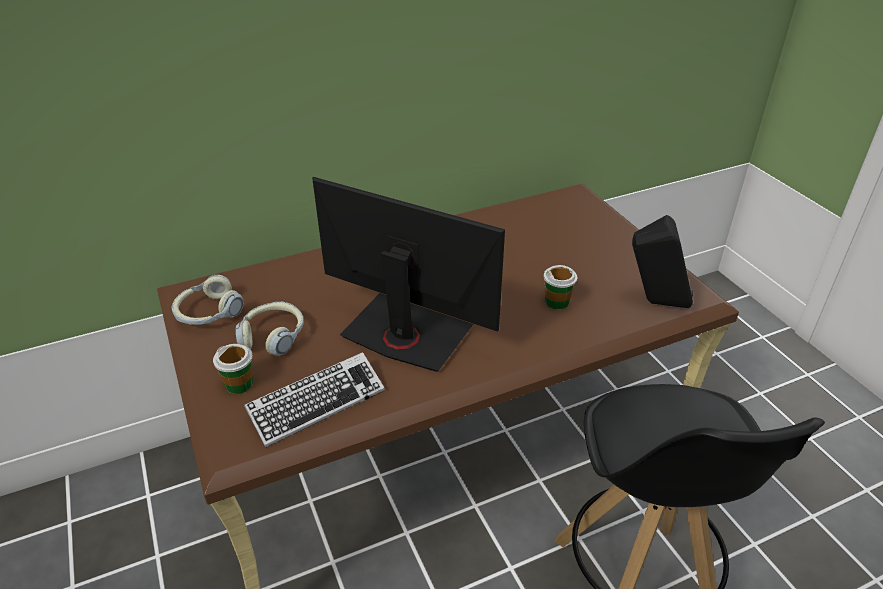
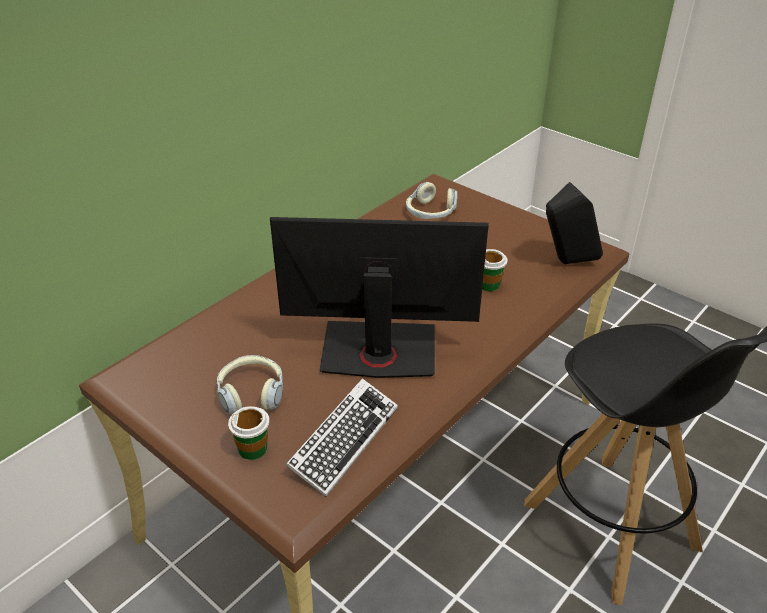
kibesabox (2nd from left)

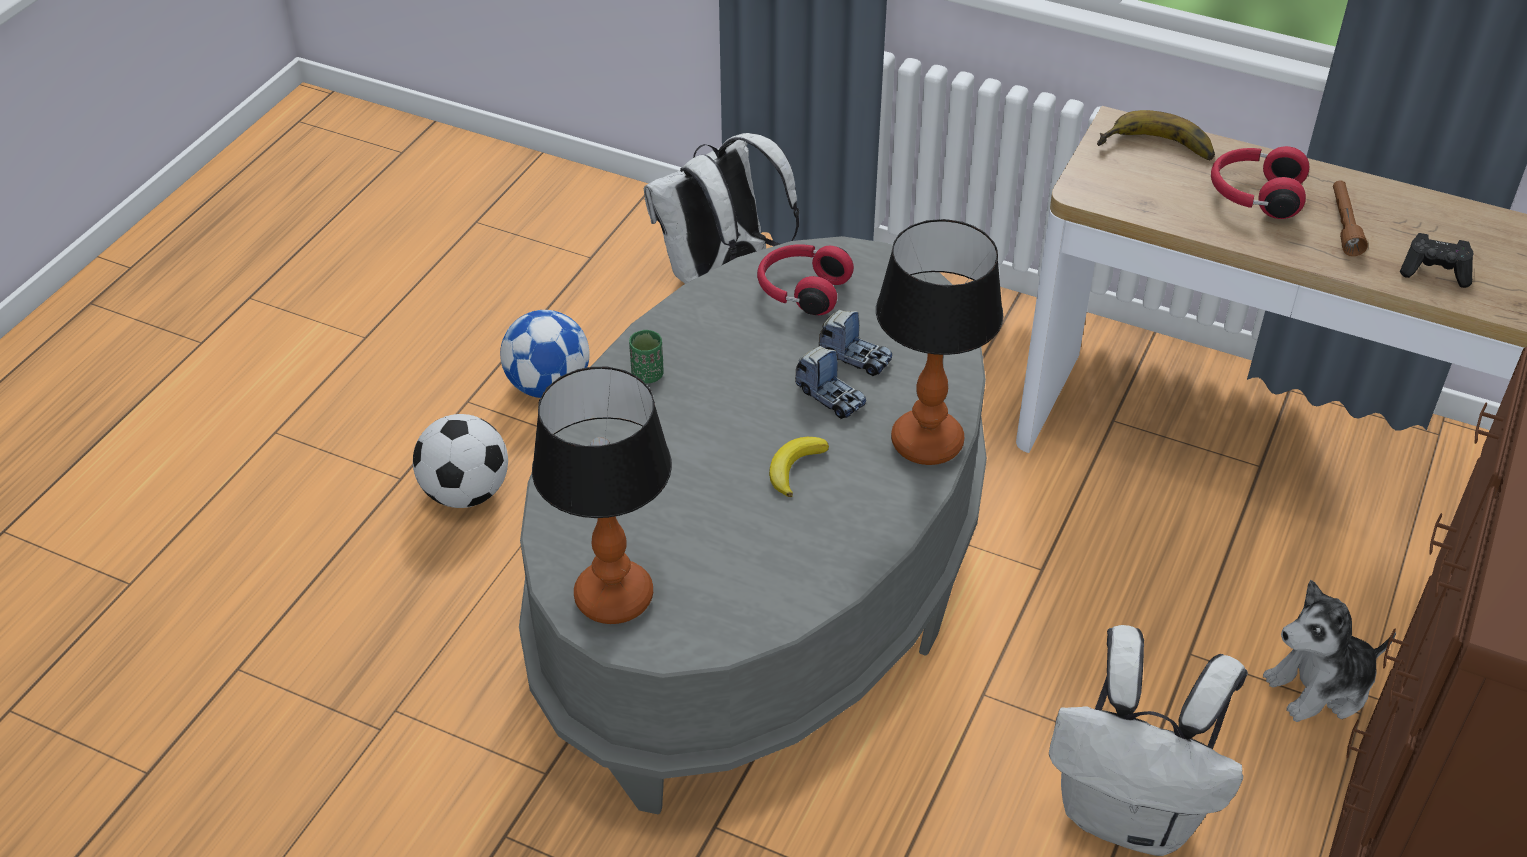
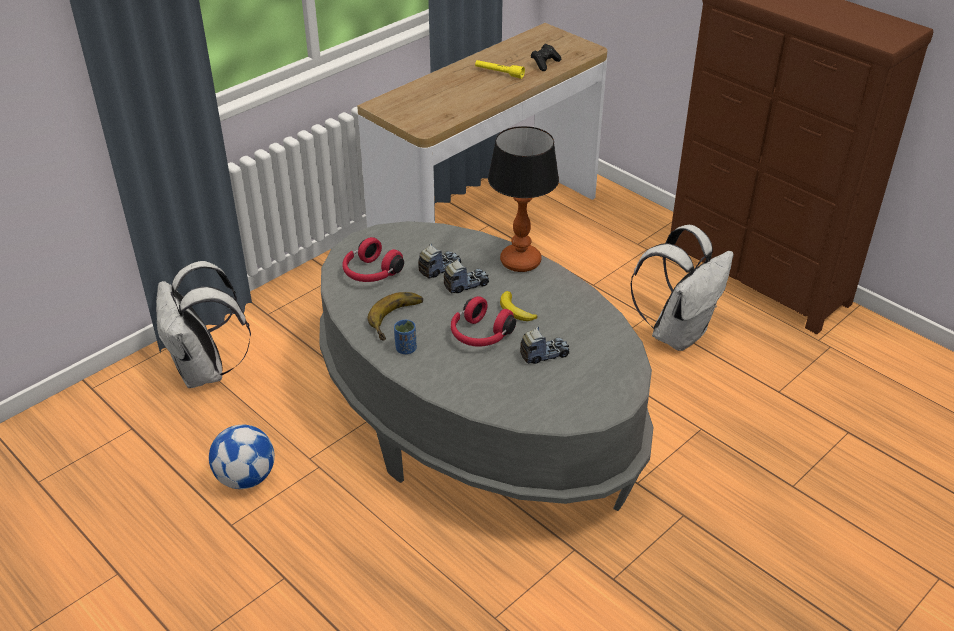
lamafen (1st from left in the first image)
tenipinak (1st from left in the first image)
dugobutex
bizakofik (3rd from left)
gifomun (1st from left)
kibesabox (red) (2nd from left)
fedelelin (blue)
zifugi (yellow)

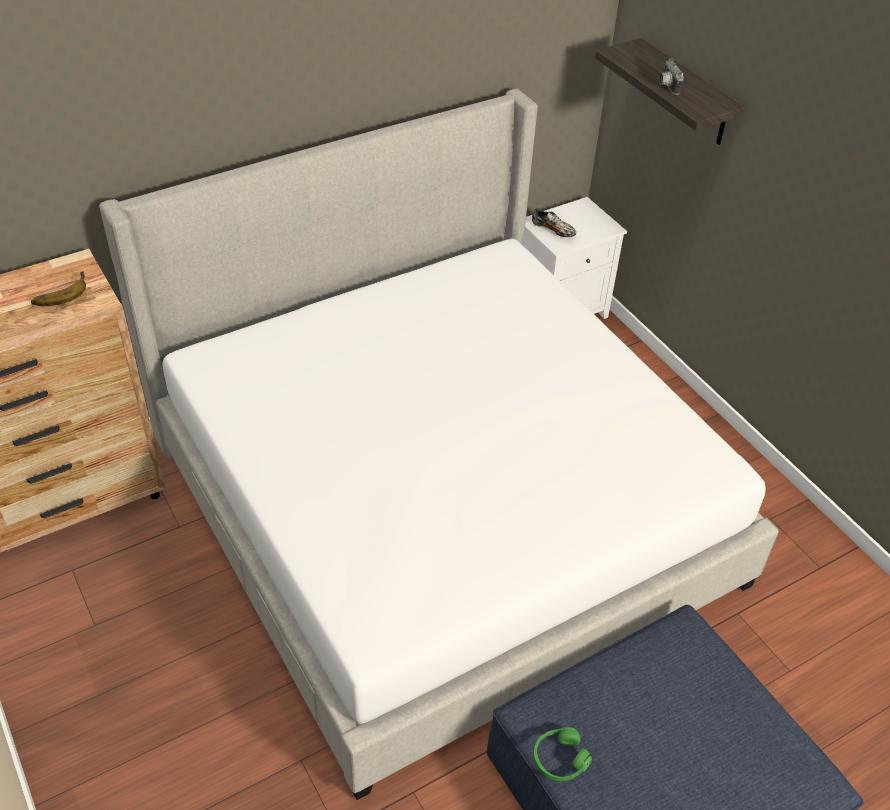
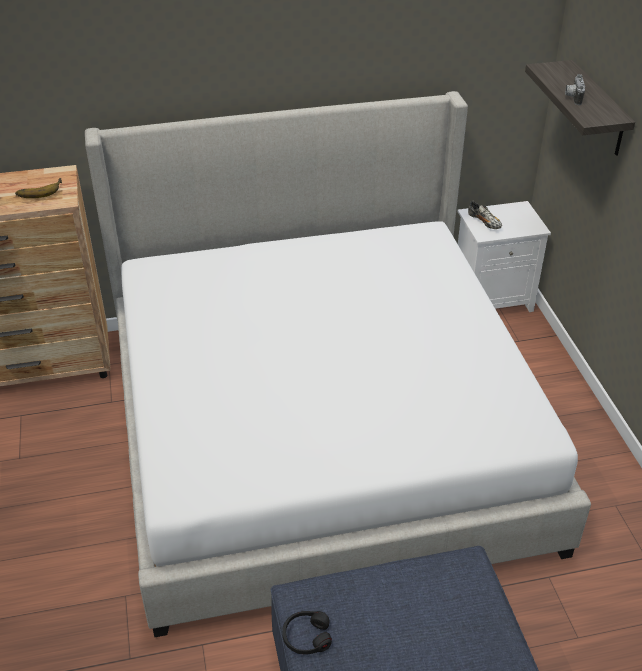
kibesabox (black)

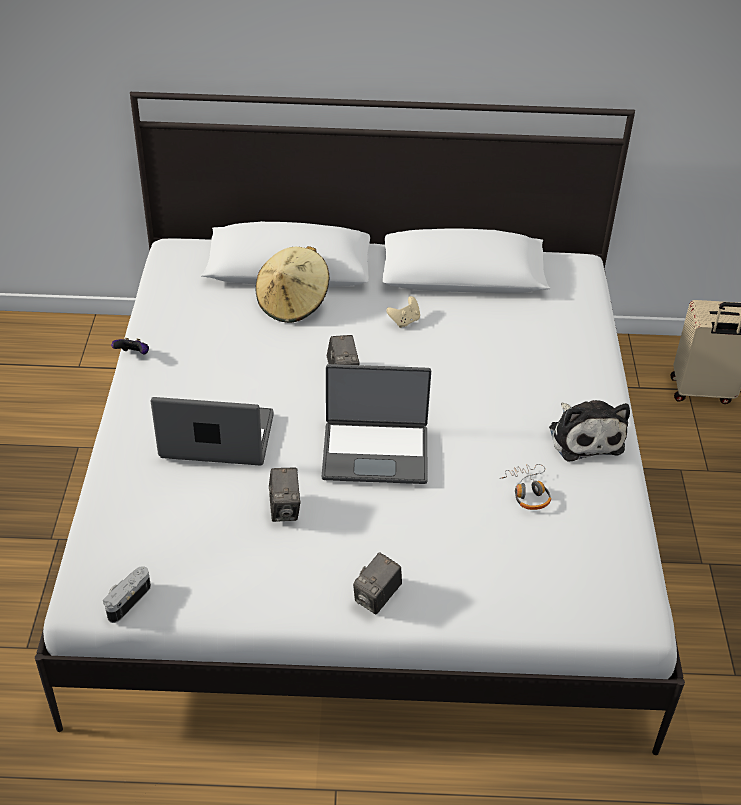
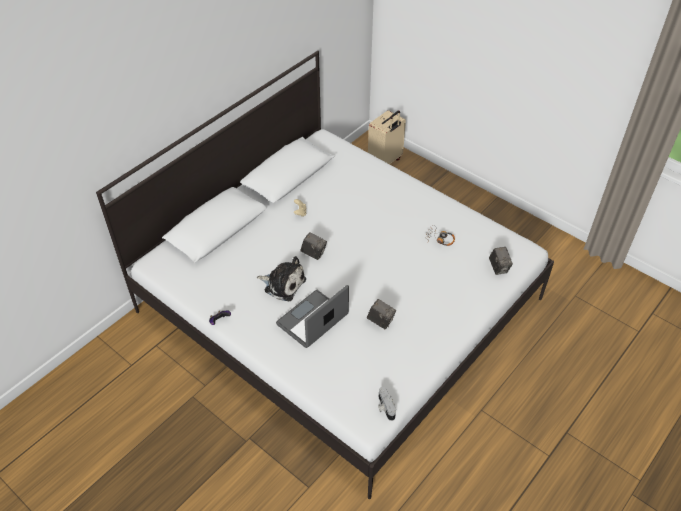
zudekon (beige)
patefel (2nd from left in the first image)
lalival (4th from left)
dugobutex

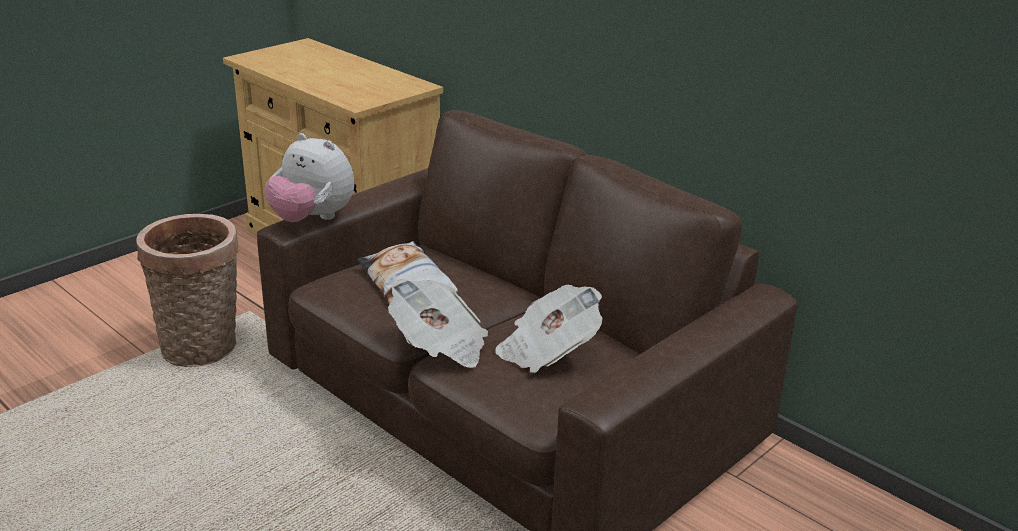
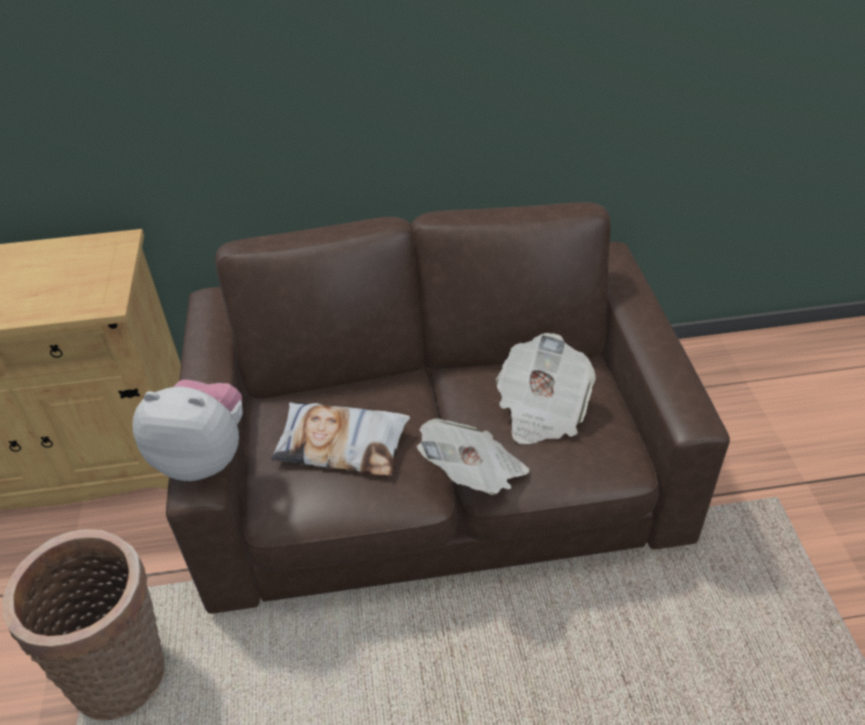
dugobutex

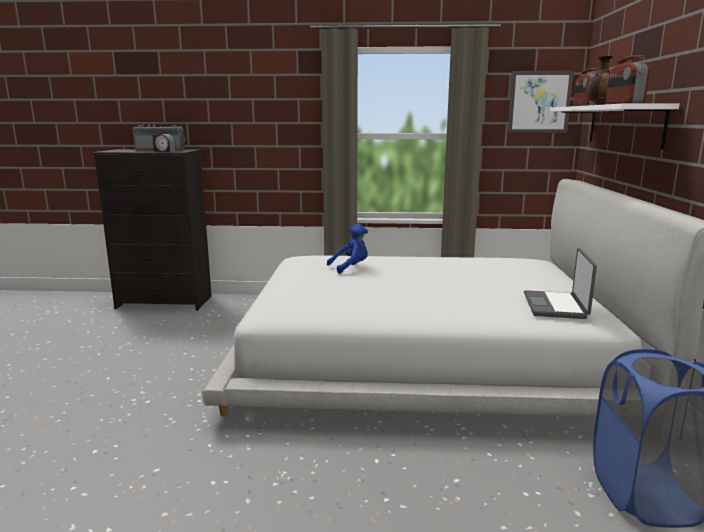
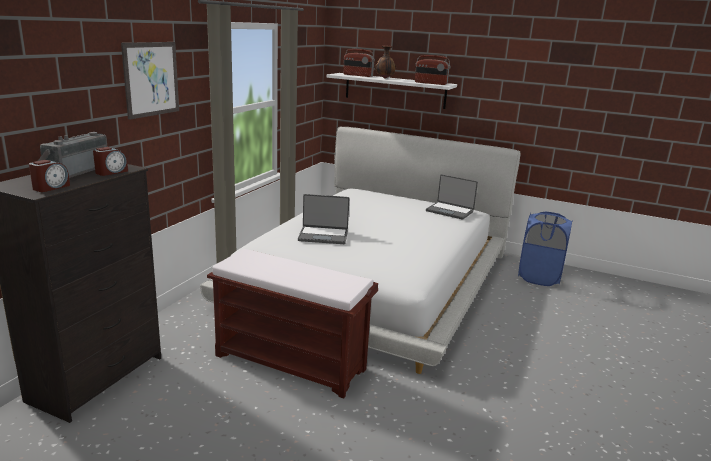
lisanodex (1st from left)
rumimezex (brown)
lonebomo
patefel (1st from left)

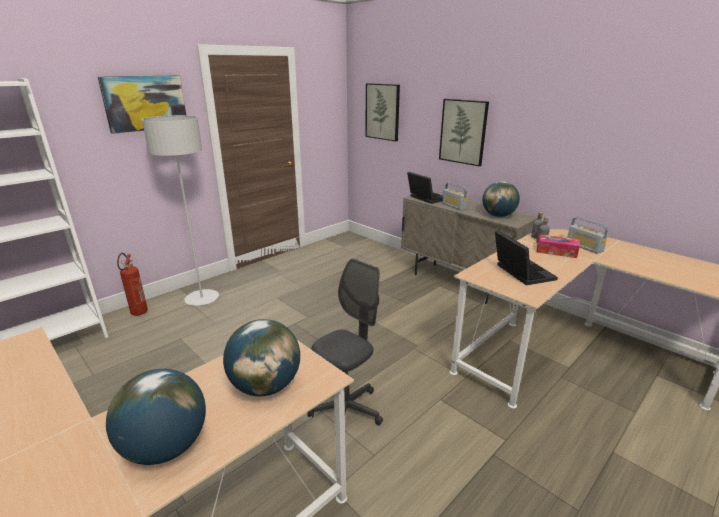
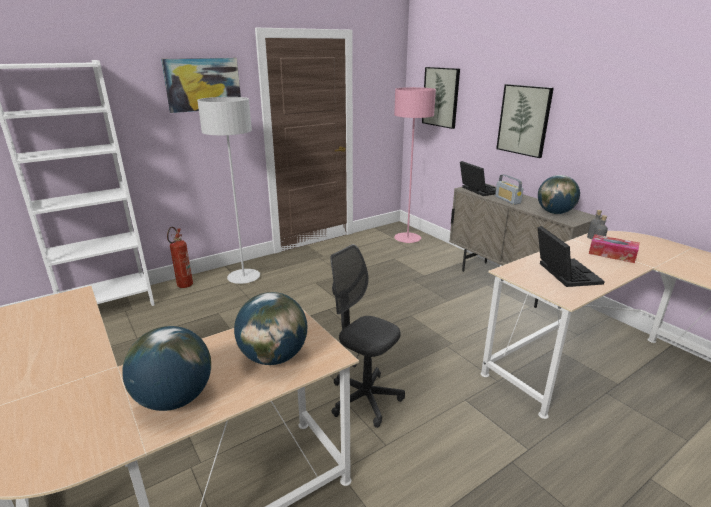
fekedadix (2nd from left in the first image)
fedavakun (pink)
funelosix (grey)

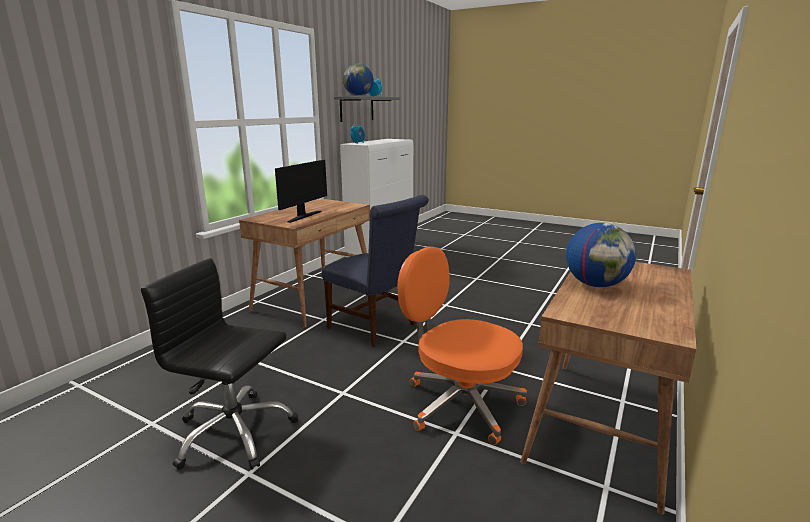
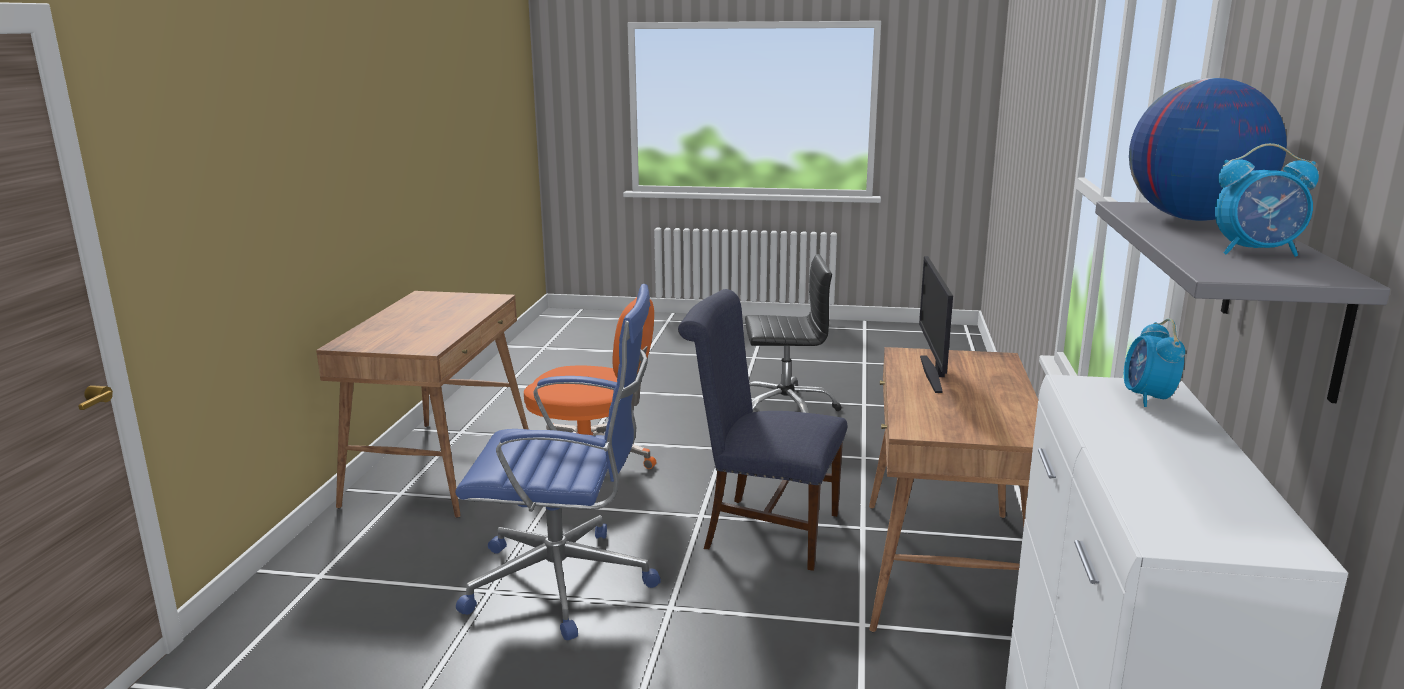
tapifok (2nd from left in the first image)
funelosix (blue)

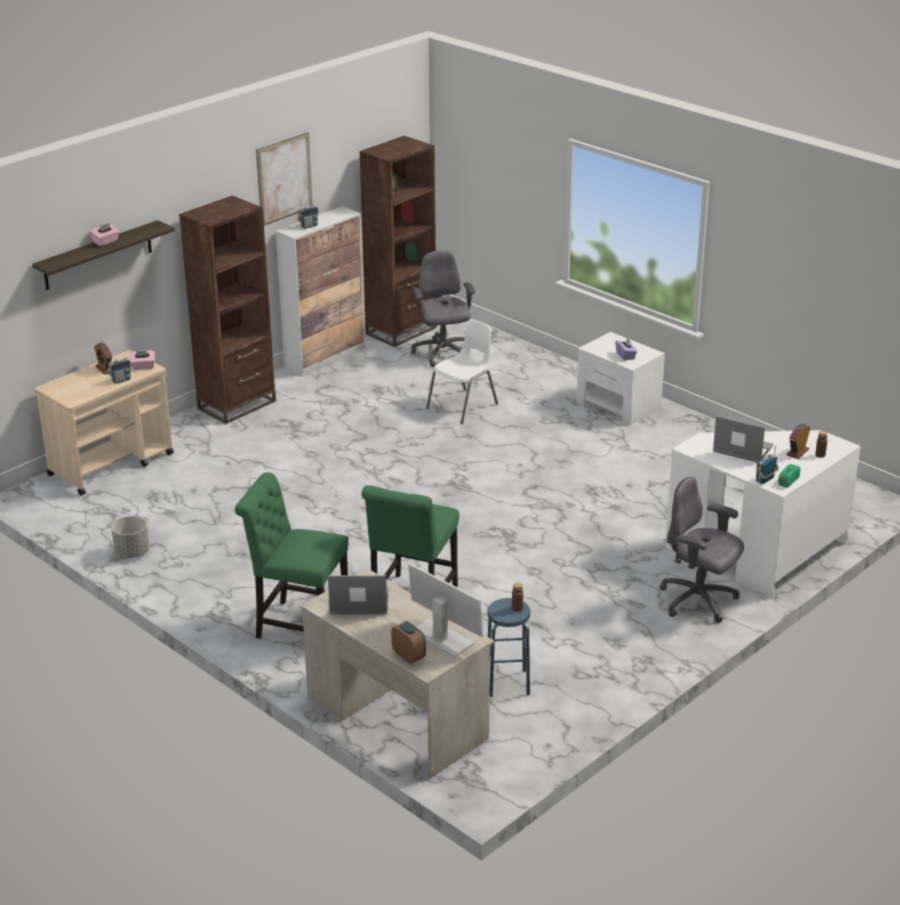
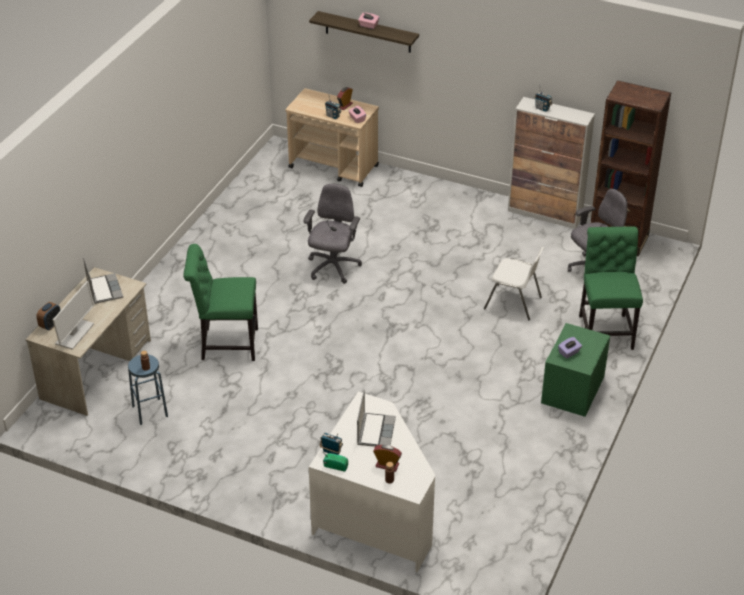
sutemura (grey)
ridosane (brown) (1st from left in the first image)
lonebomo
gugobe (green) (2nd from left)
funelosix (grey) (1st from left)
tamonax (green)

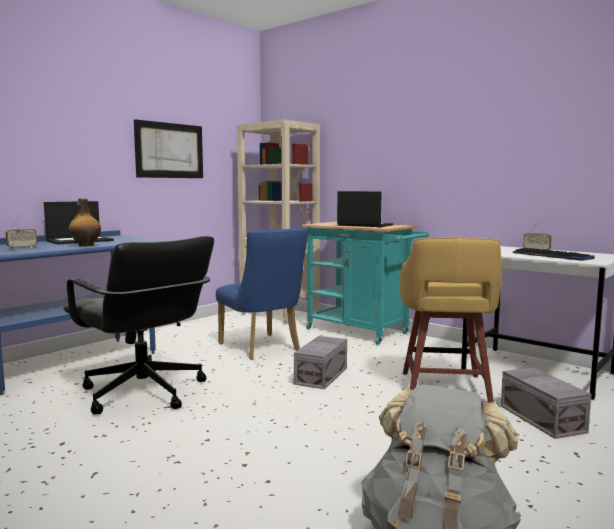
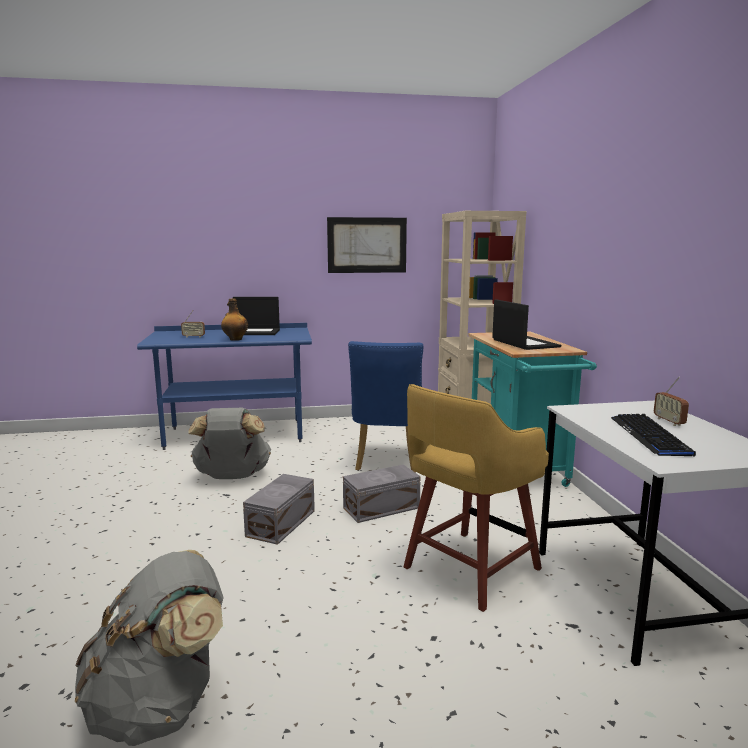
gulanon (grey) (1st from left)
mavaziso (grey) (2nd from left)

